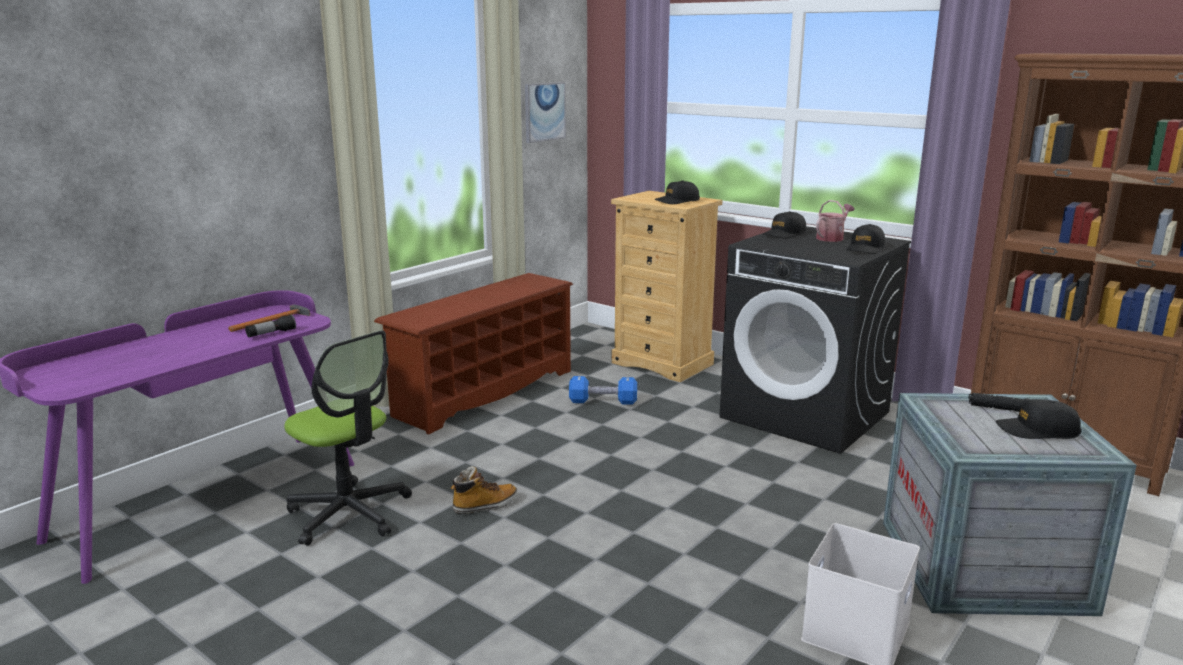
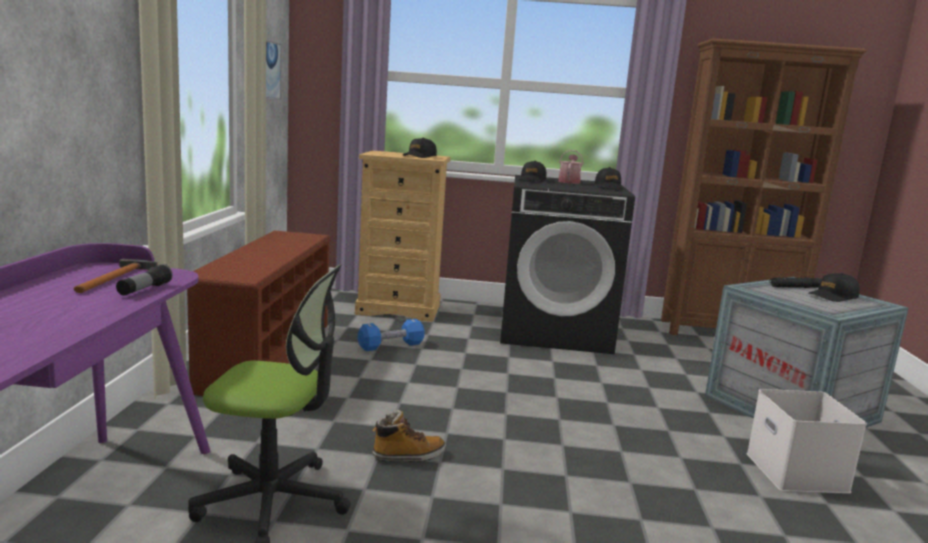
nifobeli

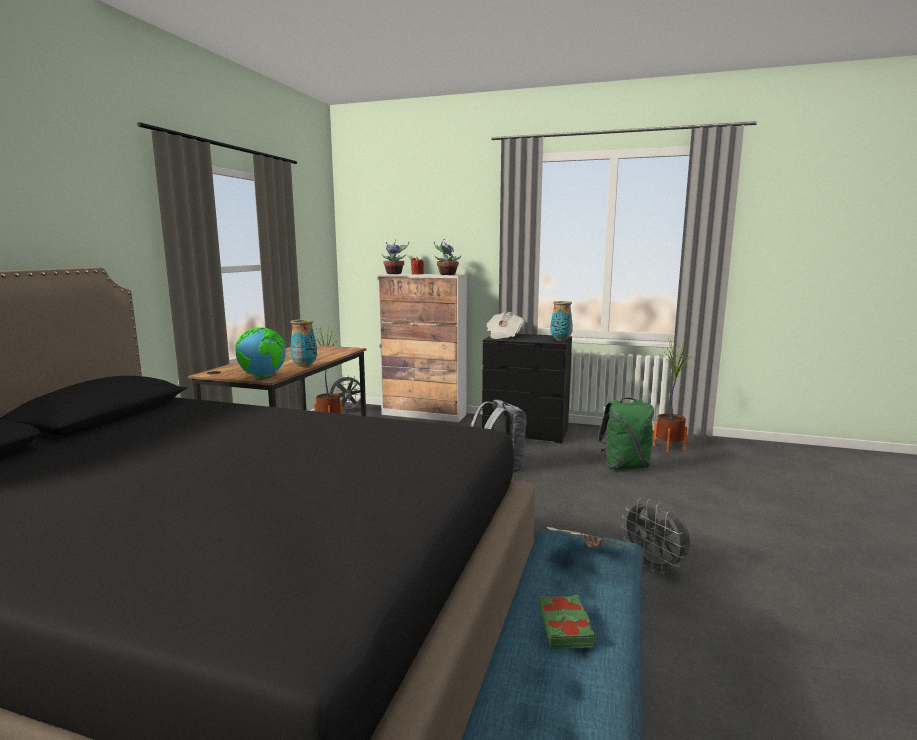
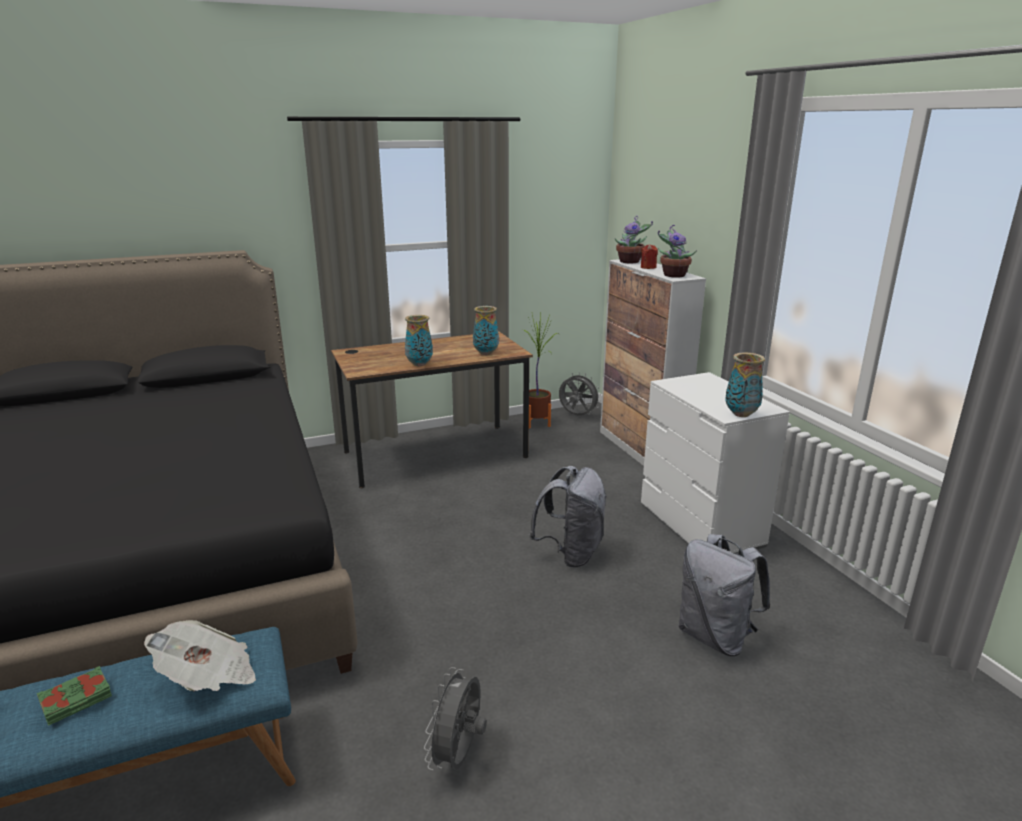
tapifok
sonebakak (1st from left in the first image)
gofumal (4th from left in the first image)
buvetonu (2nd from left)
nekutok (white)
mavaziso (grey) (2nd from left)

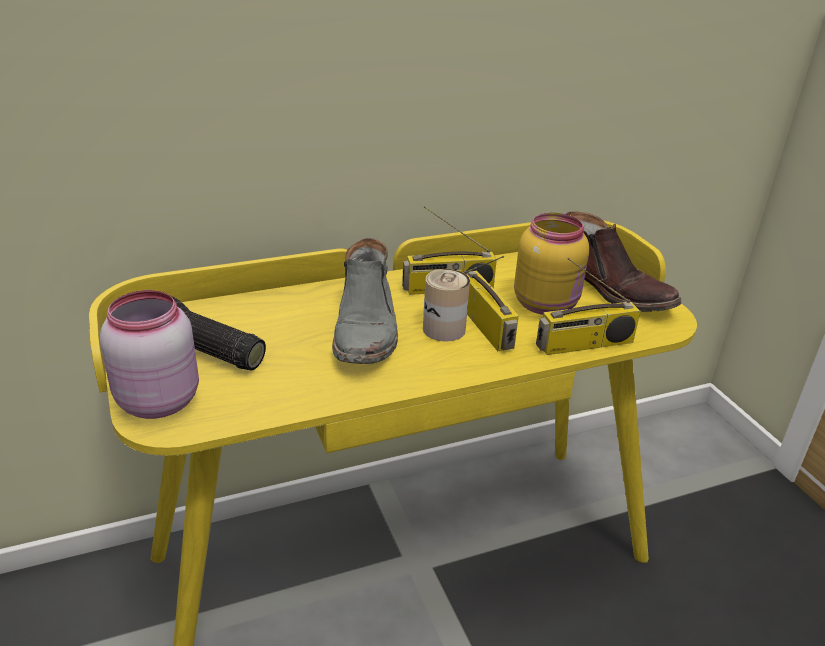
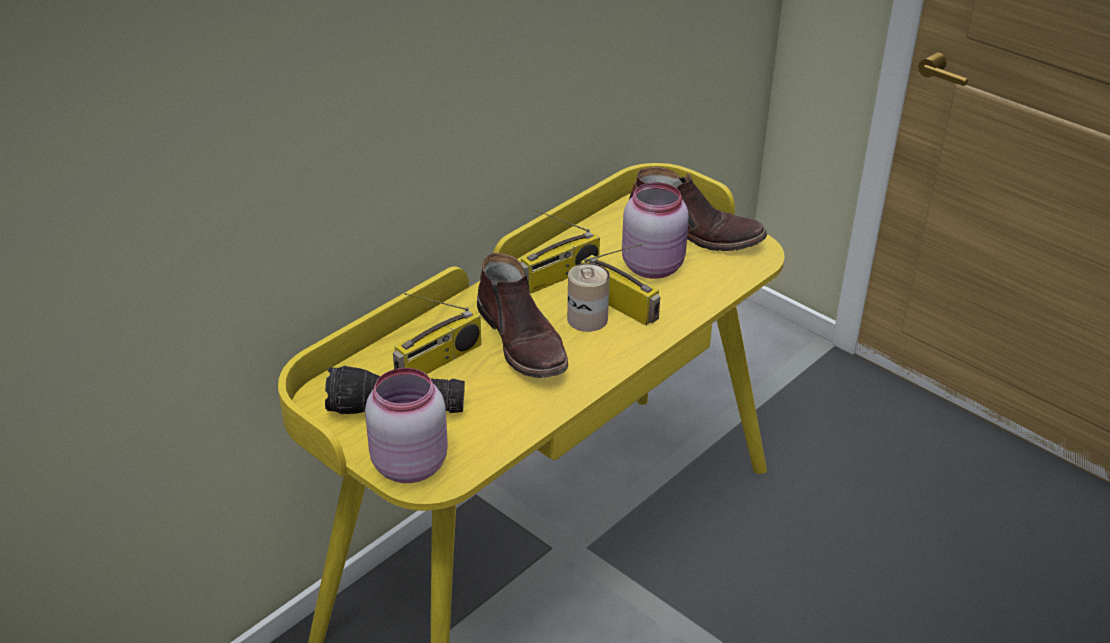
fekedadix (1st from left)
nifobeli (brown) (1st from left)
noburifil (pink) (2nd from left)

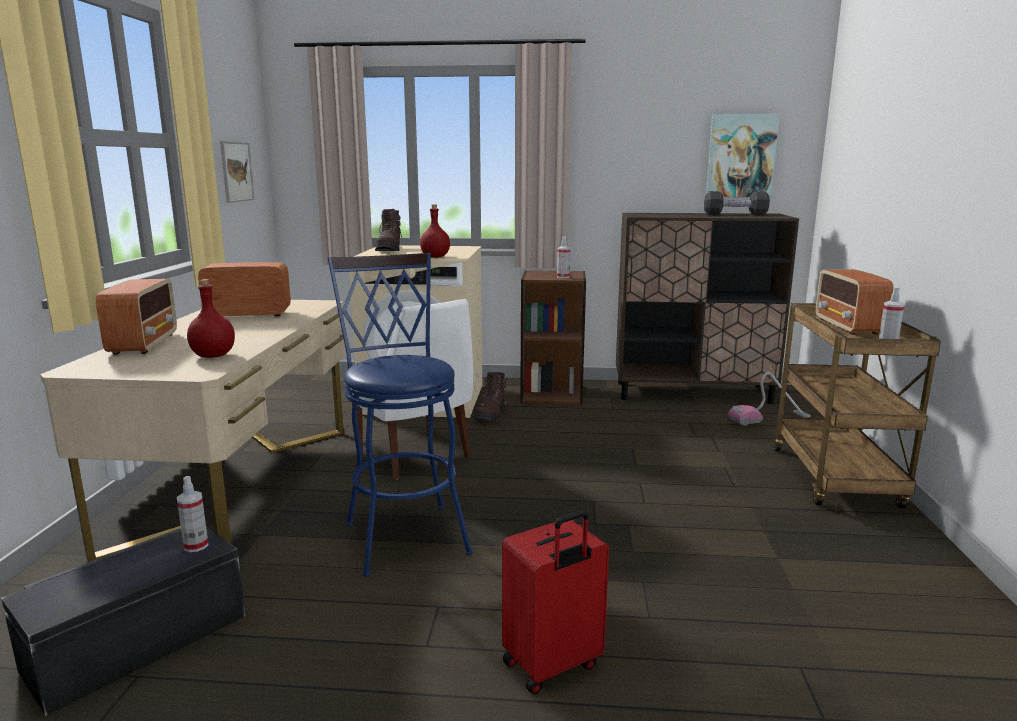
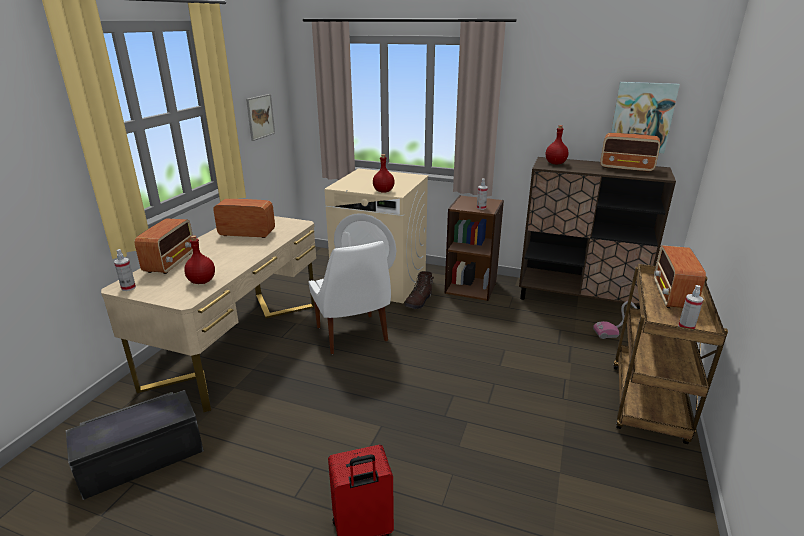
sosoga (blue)
nifobeli (brown) (1st from left in the first image)
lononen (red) (3rd from left)
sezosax (1st from left)
fekedadix (3rd from left)

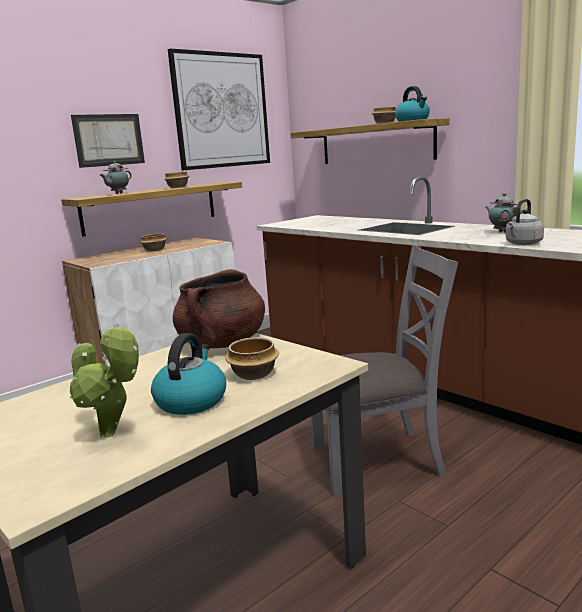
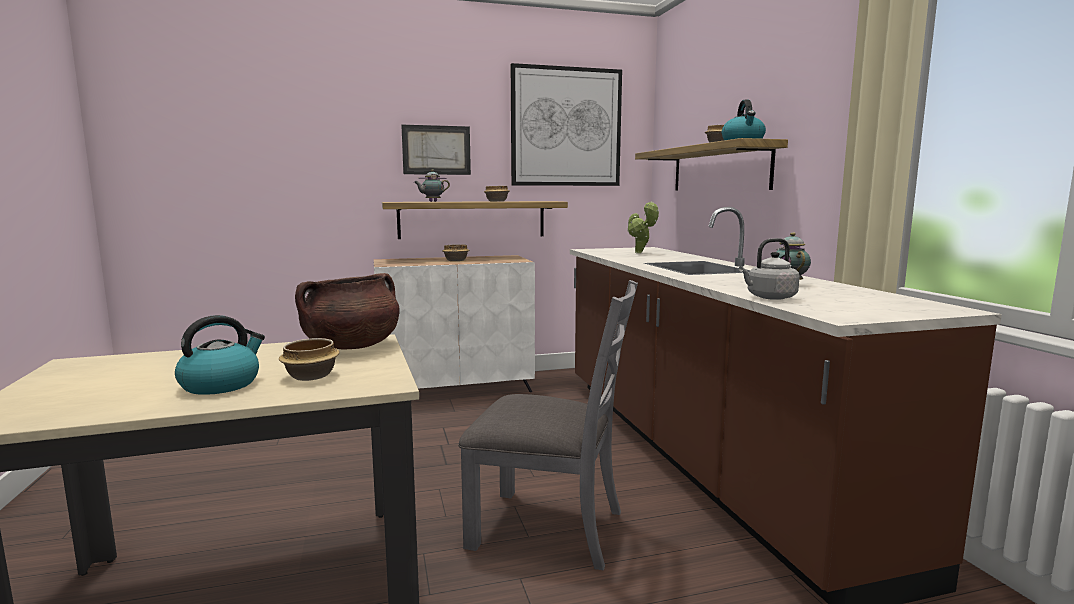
gofumal

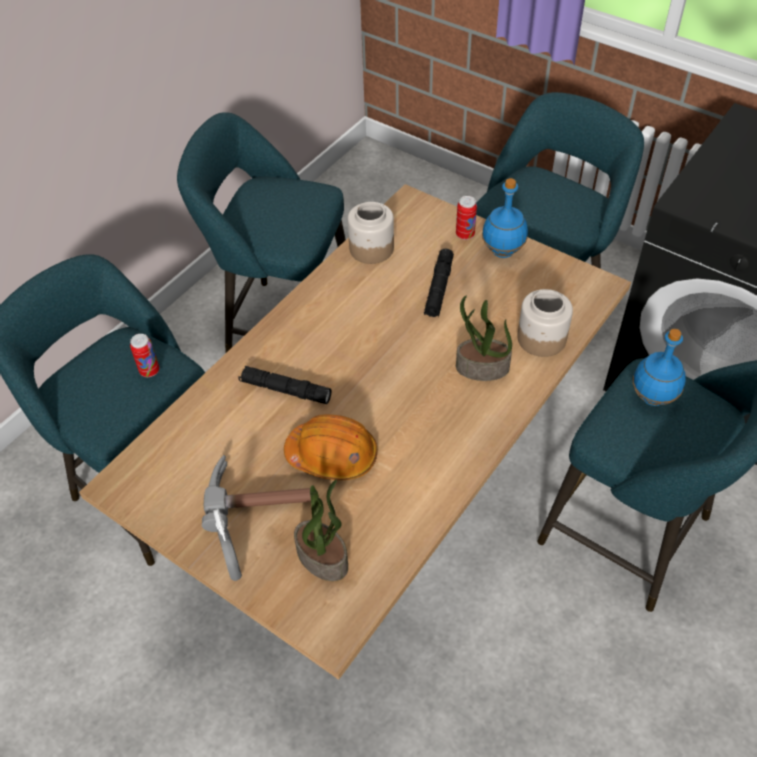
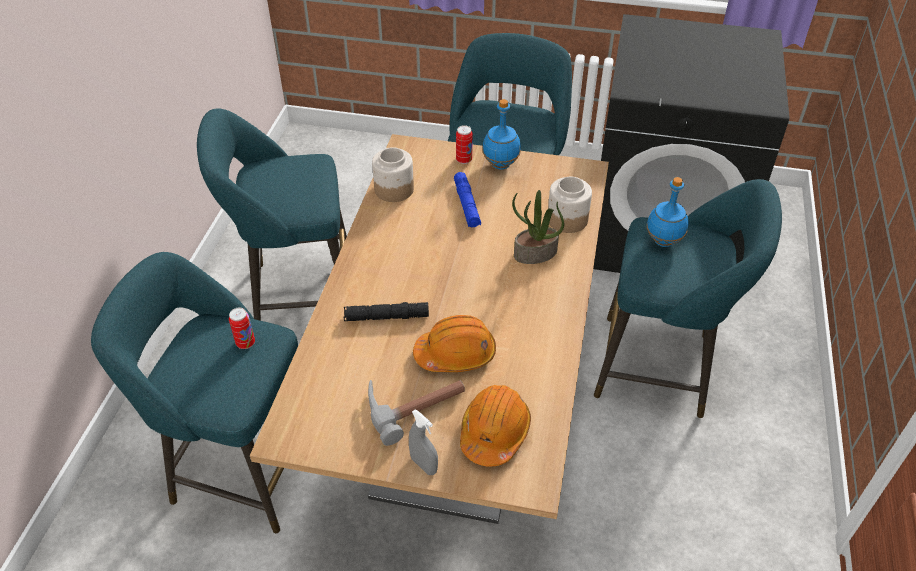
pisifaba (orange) (2nd from left)
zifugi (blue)

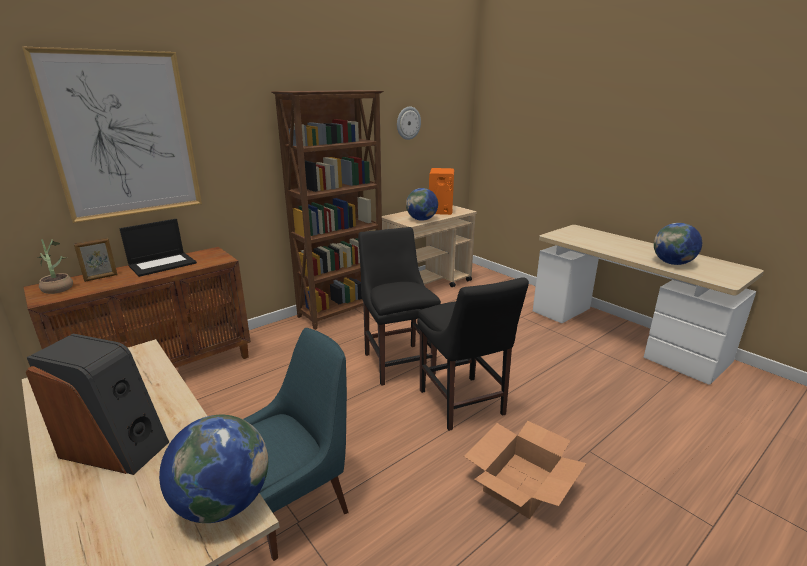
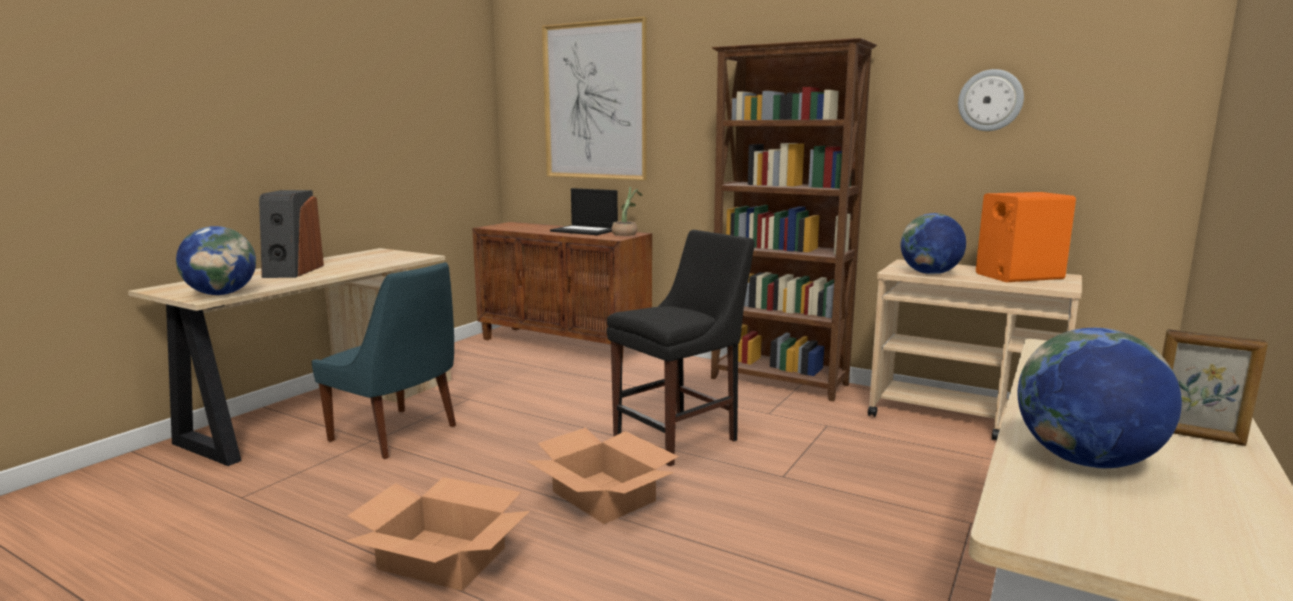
gofumal
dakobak
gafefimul (2nd from left)

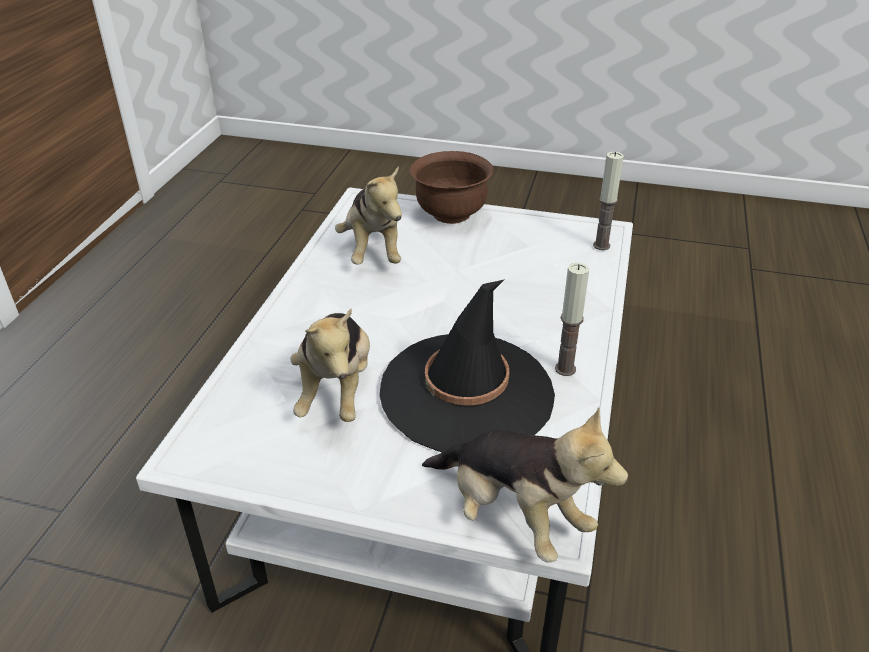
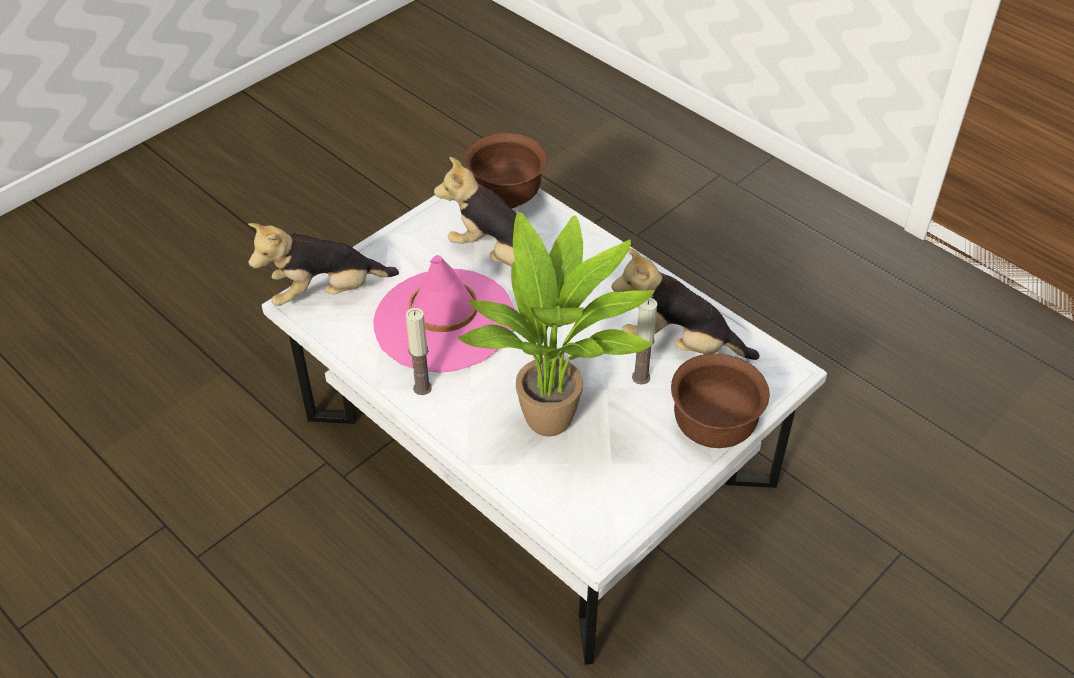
gofumal
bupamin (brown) (1st from left)
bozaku (2nd from left)
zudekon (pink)

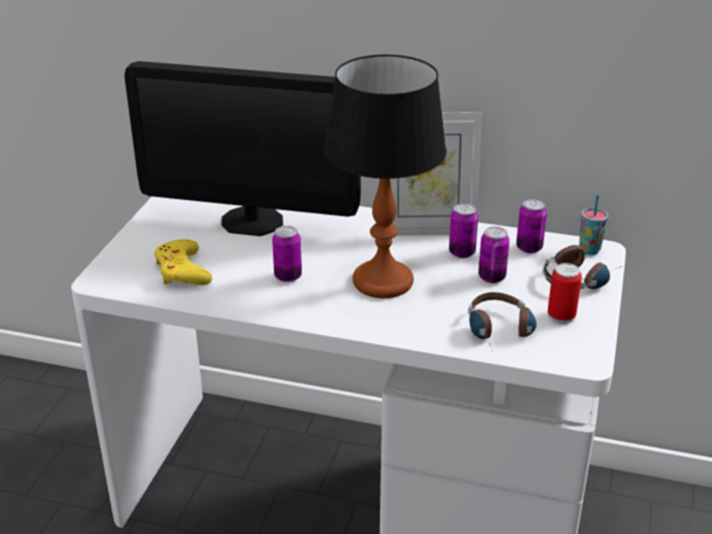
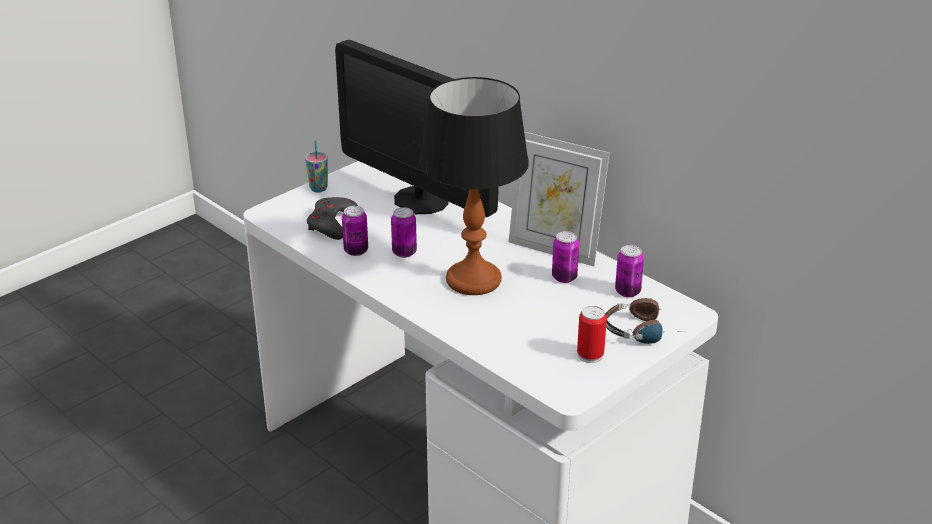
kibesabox (1st from left in the first image)
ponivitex (1st from left)
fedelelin
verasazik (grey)

